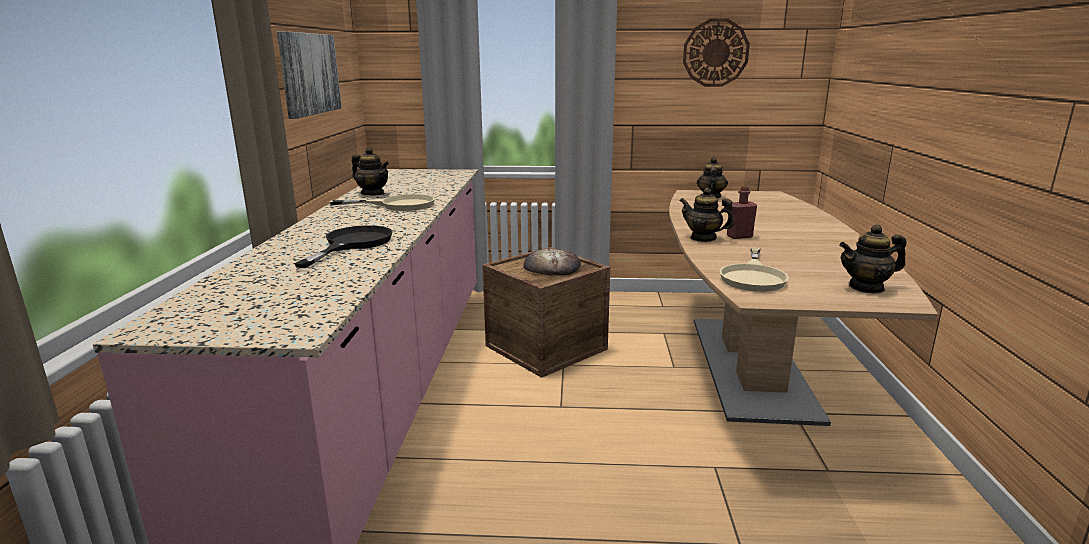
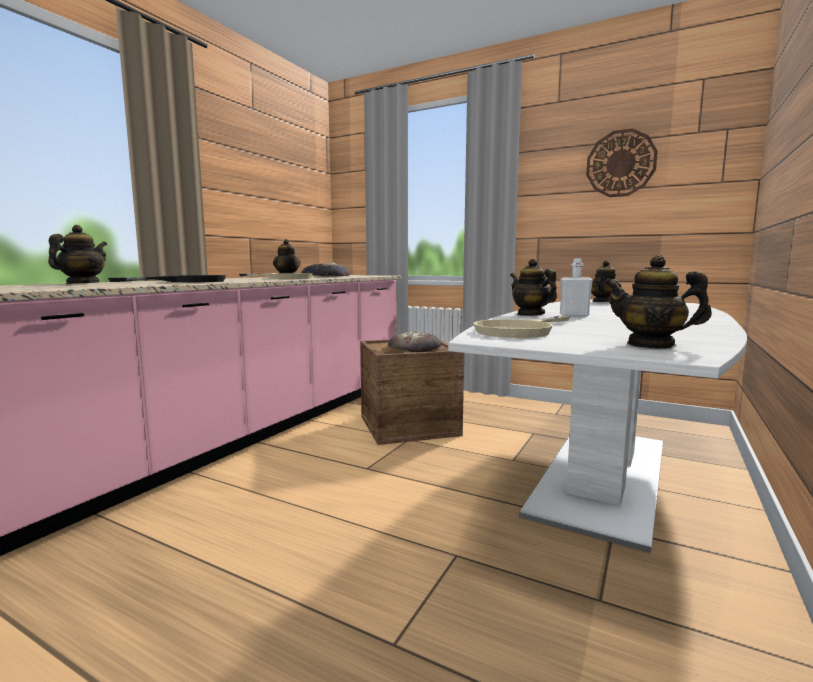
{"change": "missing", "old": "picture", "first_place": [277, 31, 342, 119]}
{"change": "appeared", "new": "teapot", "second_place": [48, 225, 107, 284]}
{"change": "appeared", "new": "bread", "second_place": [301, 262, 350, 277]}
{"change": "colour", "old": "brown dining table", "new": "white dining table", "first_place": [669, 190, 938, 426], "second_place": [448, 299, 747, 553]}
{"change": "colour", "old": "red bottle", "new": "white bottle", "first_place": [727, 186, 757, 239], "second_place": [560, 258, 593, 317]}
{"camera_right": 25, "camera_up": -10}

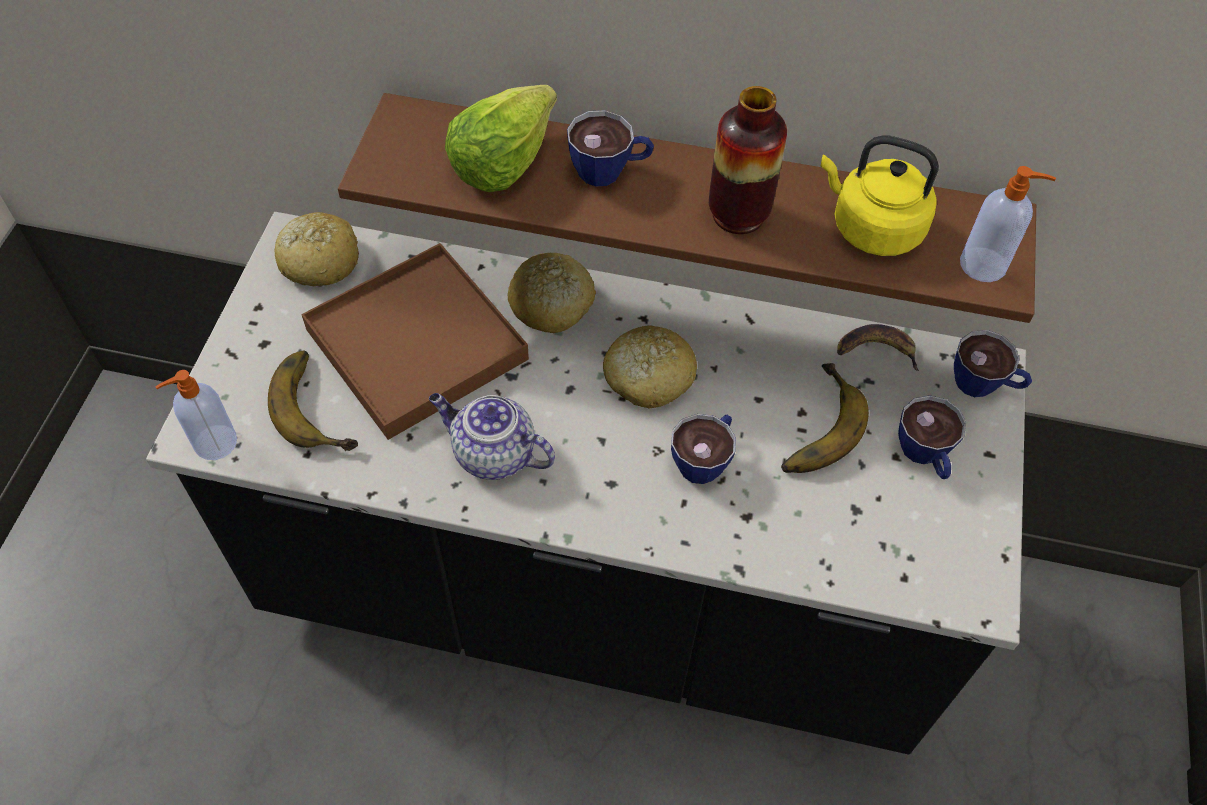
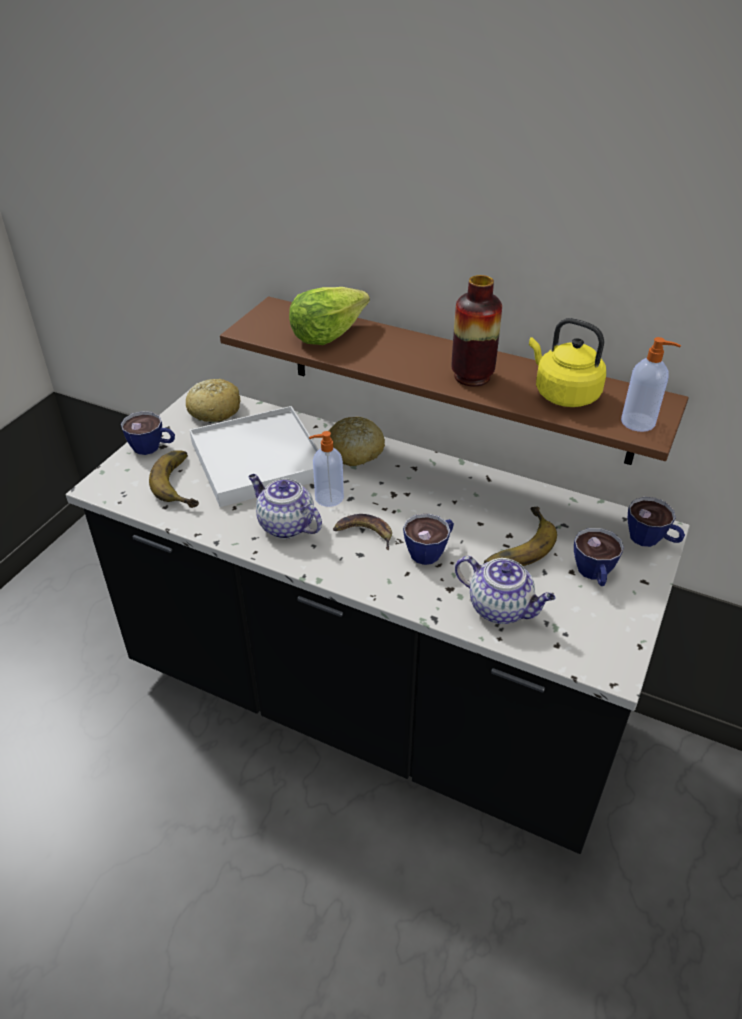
{"change": "missing", "old": "bread", "first_place": [603, 325, 697, 409]}
{"change": "appeared", "new": "teapot", "second_place": [455, 556, 555, 624]}
{"change": "relocated", "old": "soap dispenser", "first_place": [155, 370, 237, 460], "second_place": [309, 431, 344, 507]}
{"change": "relocated", "old": "cup", "first_place": [567, 110, 654, 186], "second_place": [121, 411, 175, 455]}
{"change": "relocated", "old": "banana", "first_place": [837, 324, 919, 371], "second_place": [333, 514, 392, 550]}
{"change": "colour", "old": "brown tray", "new": "white tray", "first_place": [301, 243, 529, 440], "second_place": [190, 406, 319, 507]}
{"camera_right": 15, "camera_up": -15}

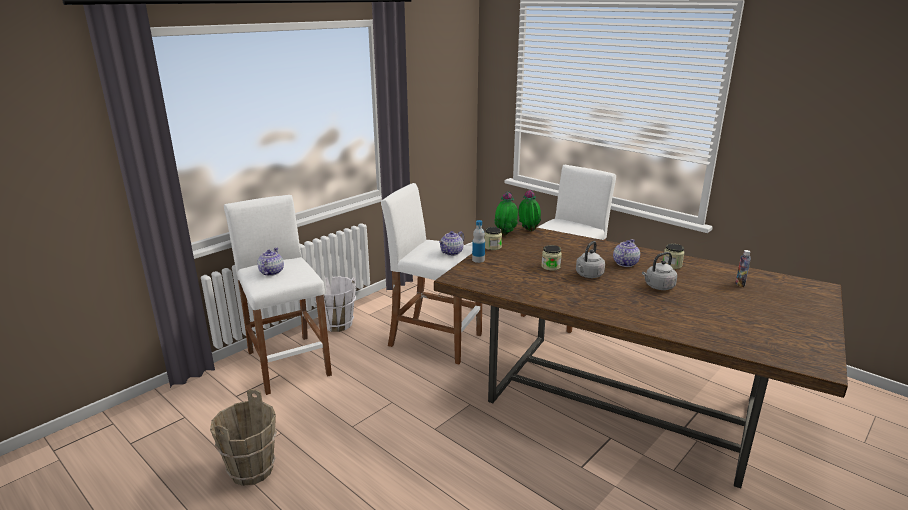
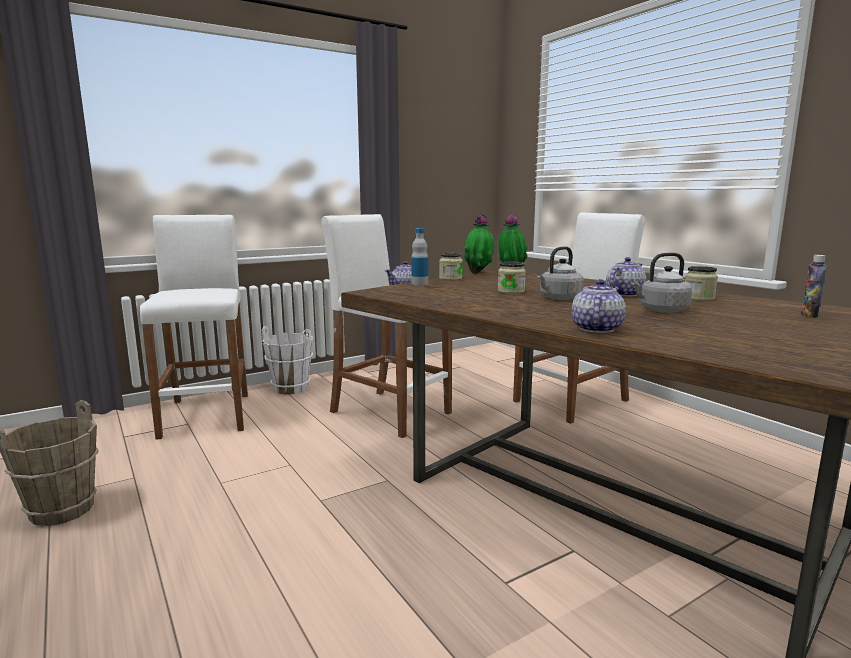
{"change": "relocated", "old": "teapot", "first_place": [257, 248, 284, 276], "second_place": [572, 279, 626, 333]}
{"camera_right": 15, "camera_up": -10}

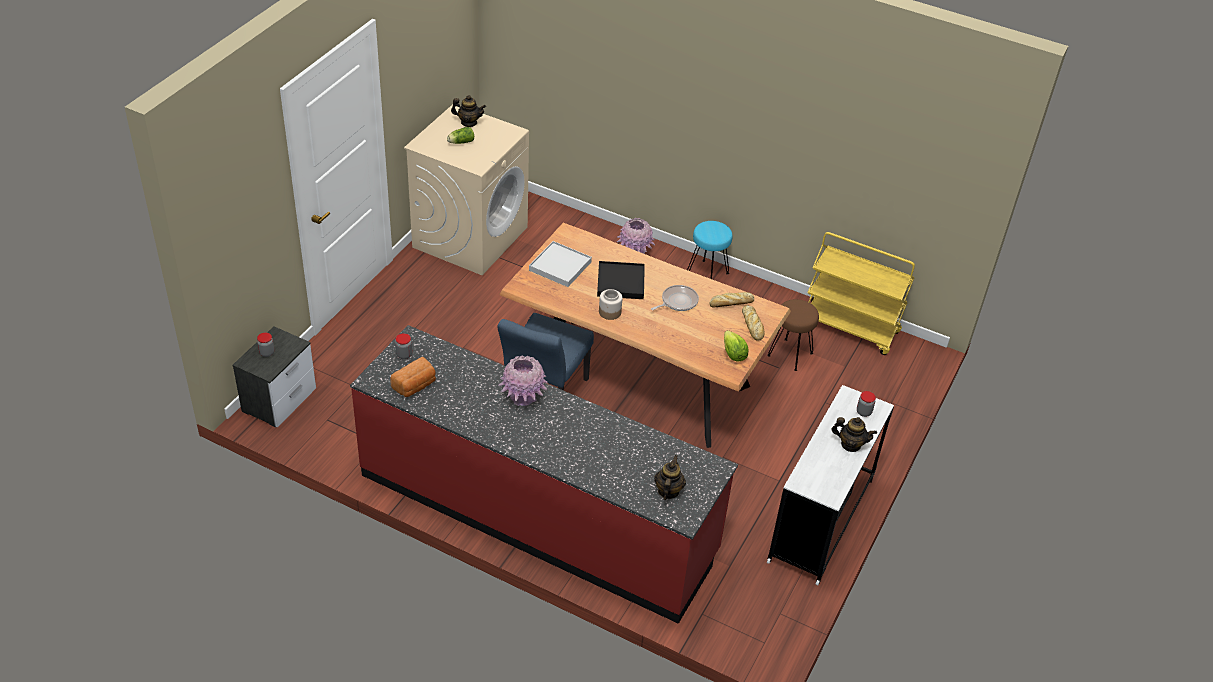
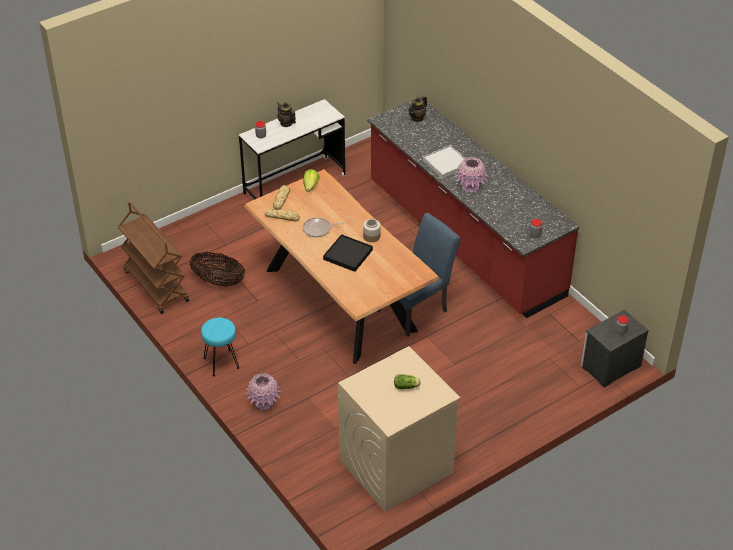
{"change": "missing", "old": "bread", "first_place": [390, 357, 436, 397]}
{"change": "missing", "old": "teapot", "first_place": [451, 95, 486, 127]}
{"change": "relocated", "old": "white tray", "first_place": [529, 241, 592, 287], "second_place": [423, 145, 466, 179]}
{"change": "exchanged", "old": "brown stool", "new": "basket", "first_place": [767, 299, 819, 371], "second_place": [189, 252, 245, 286]}
{"change": "colour", "old": "yellow cart", "new": "brown cart", "first_place": [807, 232, 915, 355], "second_place": [118, 202, 189, 314]}
{"camera_right": -150, "camera_up": 0}

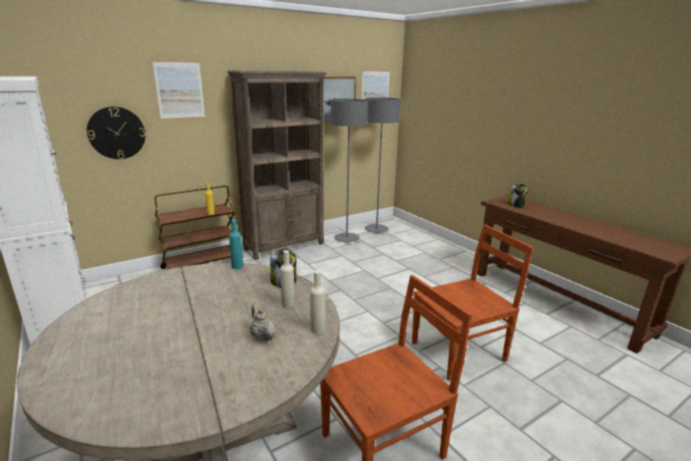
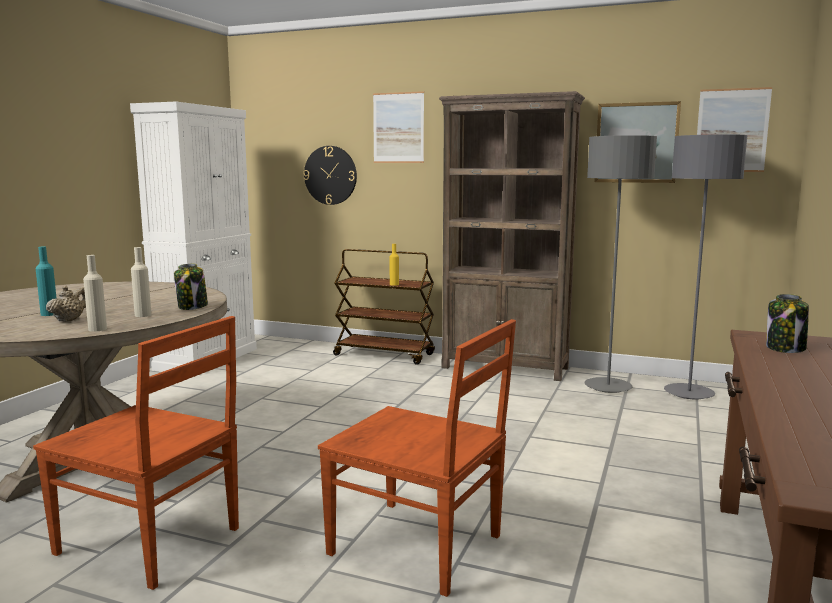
{"change": "relocated", "old": "turquoise bottle", "first_place": [229, 220, 243, 269], "second_place": [36, 246, 57, 316]}
{"camera_right": 55, "camera_up": -10}

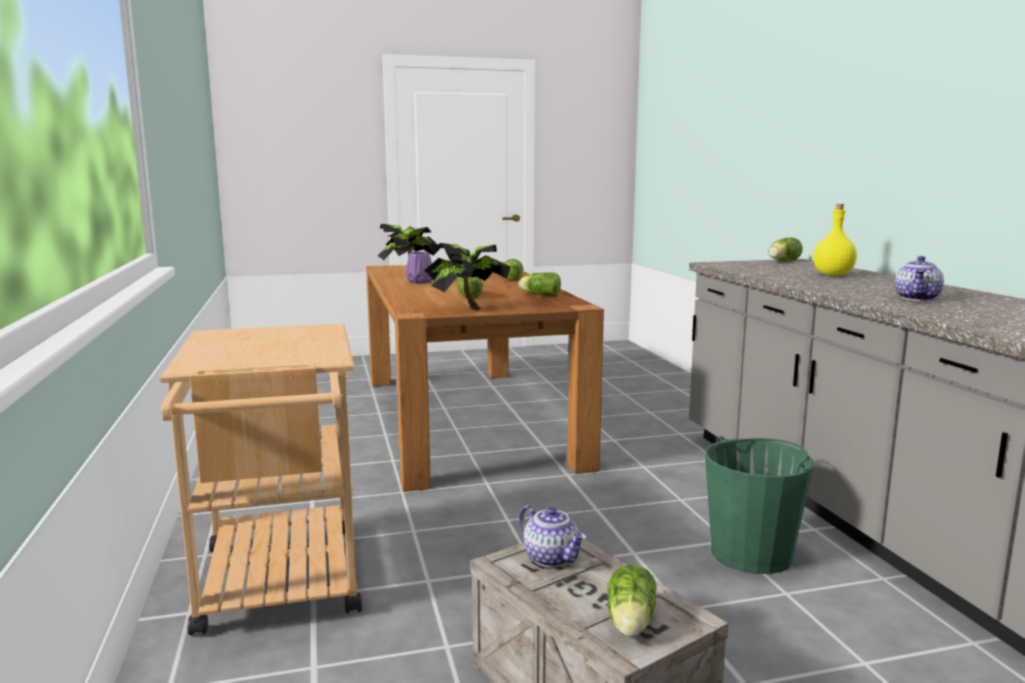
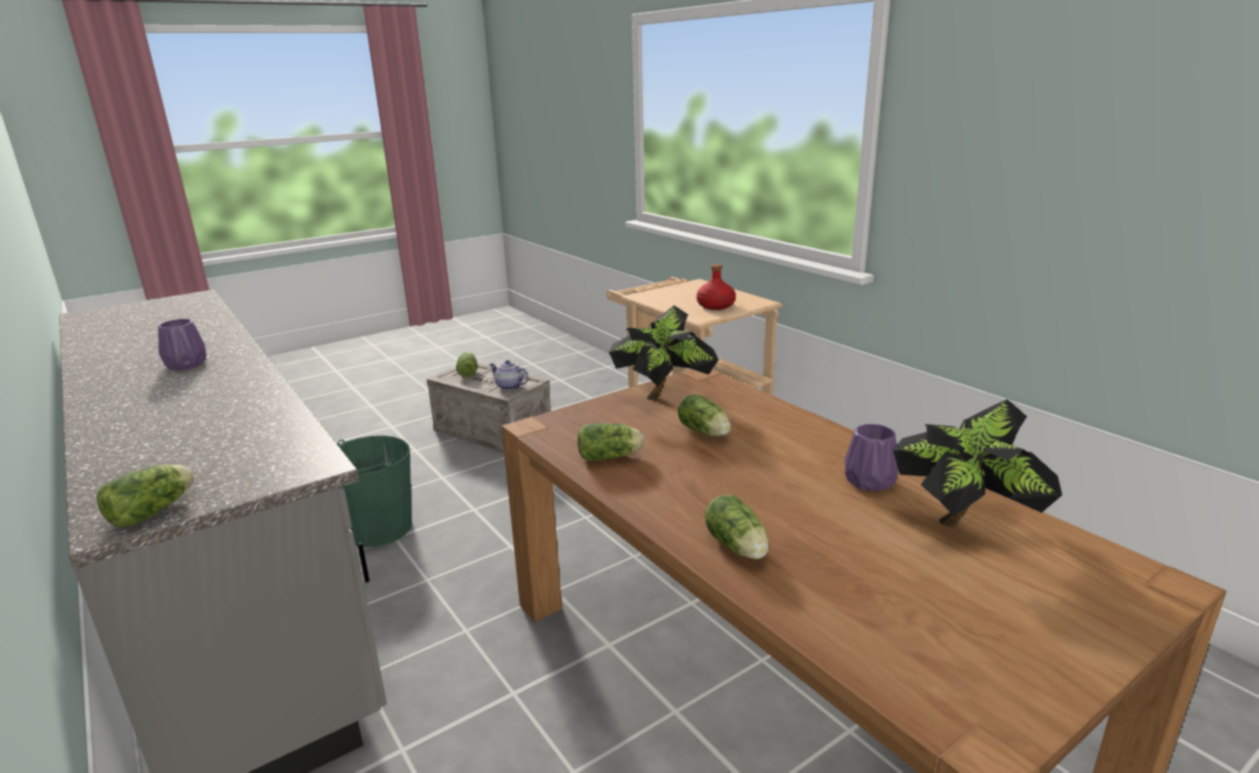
{"change": "missing", "old": "yellow bottle", "first_place": [813, 204, 857, 276]}
{"change": "appeared", "new": "red bottle", "second_place": [696, 264, 736, 310]}
{"change": "exchanged", "old": "teapot", "new": "purple vase", "first_place": [895, 256, 944, 301], "second_place": [158, 319, 206, 370]}
{"camera_right": 160, "camera_up": 10}

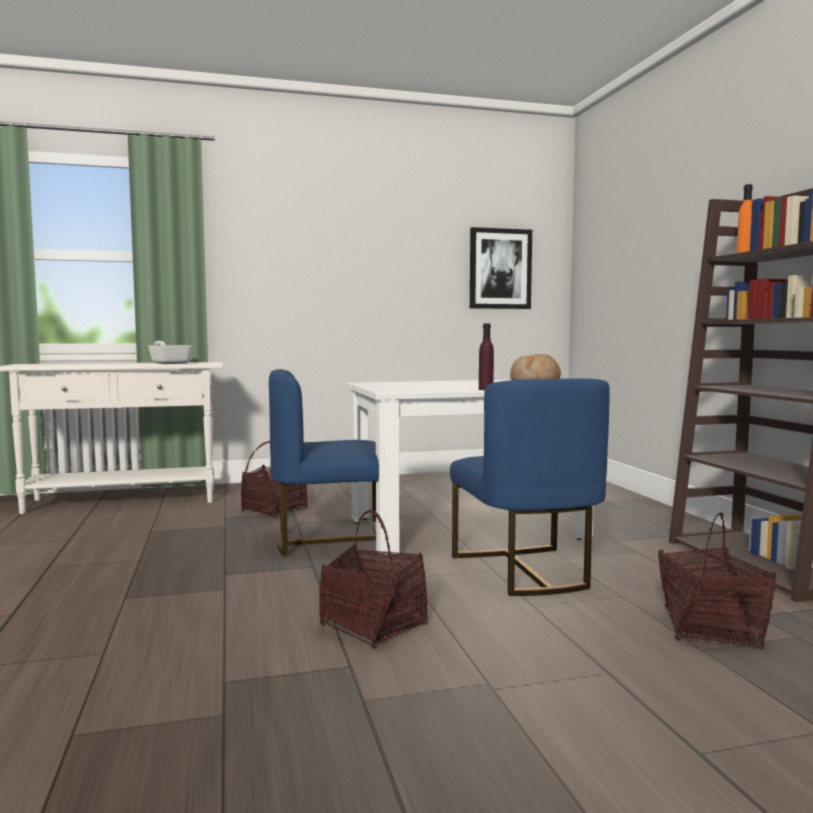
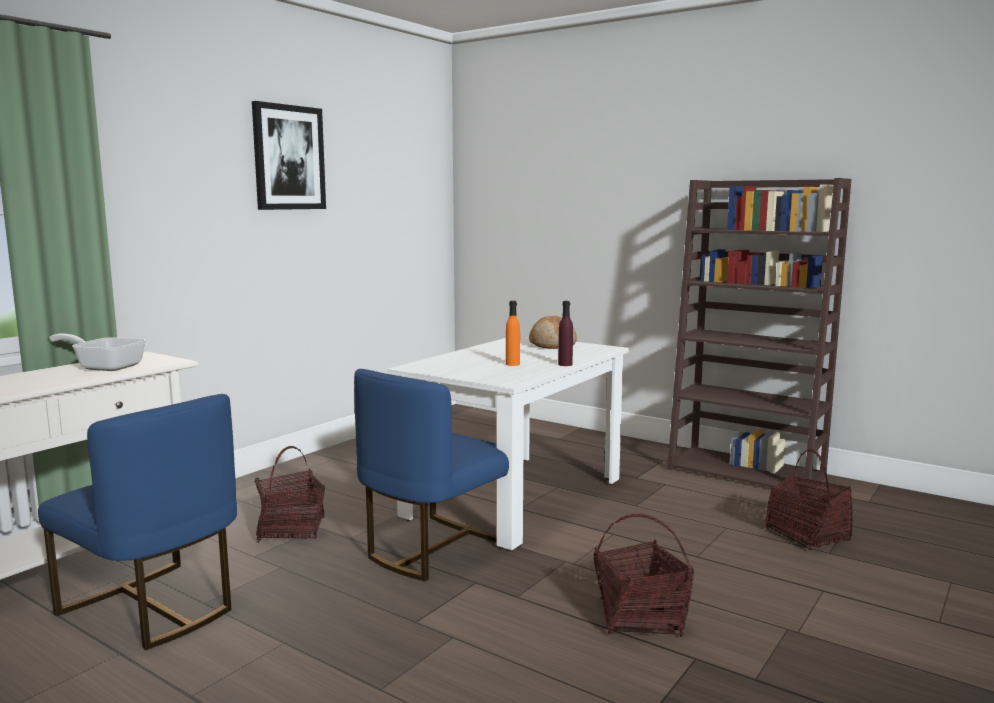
{"change": "relocated", "old": "blue chair", "first_place": [450, 378, 610, 596], "second_place": [38, 394, 237, 650]}
{"change": "relocated", "old": "picture", "first_place": [470, 227, 532, 309], "second_place": [252, 101, 326, 210]}
{"change": "relocated", "old": "orange bottle", "first_place": [736, 184, 753, 253], "second_place": [506, 301, 520, 366]}
{"camera_right": -40, "camera_up": 5}

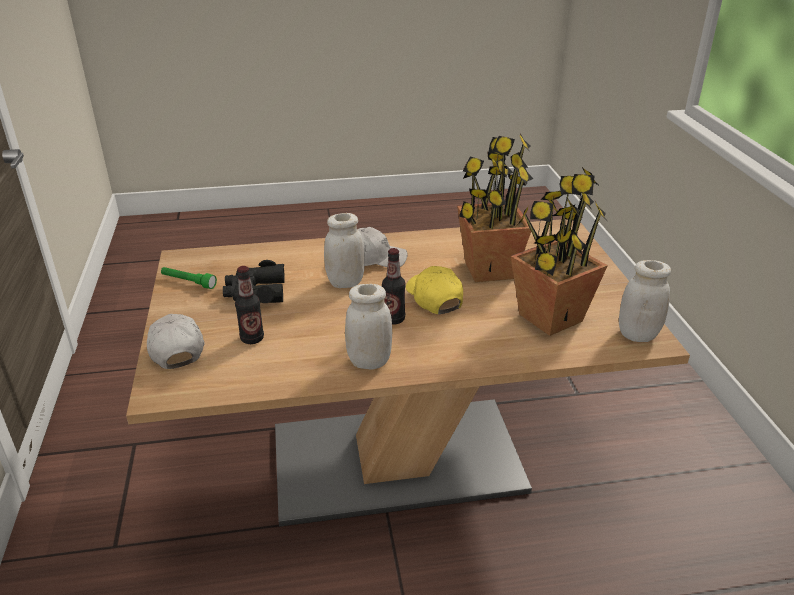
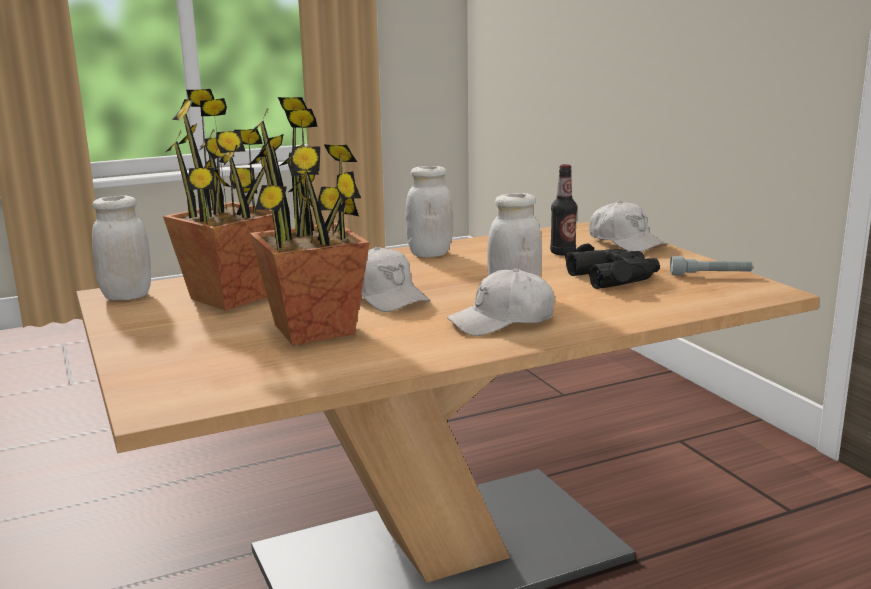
{"change": "missing", "old": "bottle", "first_place": [382, 248, 406, 325]}
{"change": "colour", "old": "green flashlight", "new": "grey flashlight", "first_place": [161, 267, 217, 289], "second_place": [670, 256, 752, 276]}
{"change": "colour", "old": "yellow cap", "new": "white cap", "first_place": [406, 266, 463, 314], "second_place": [361, 247, 430, 312]}
{"camera_right": 165, "camera_up": -15}

